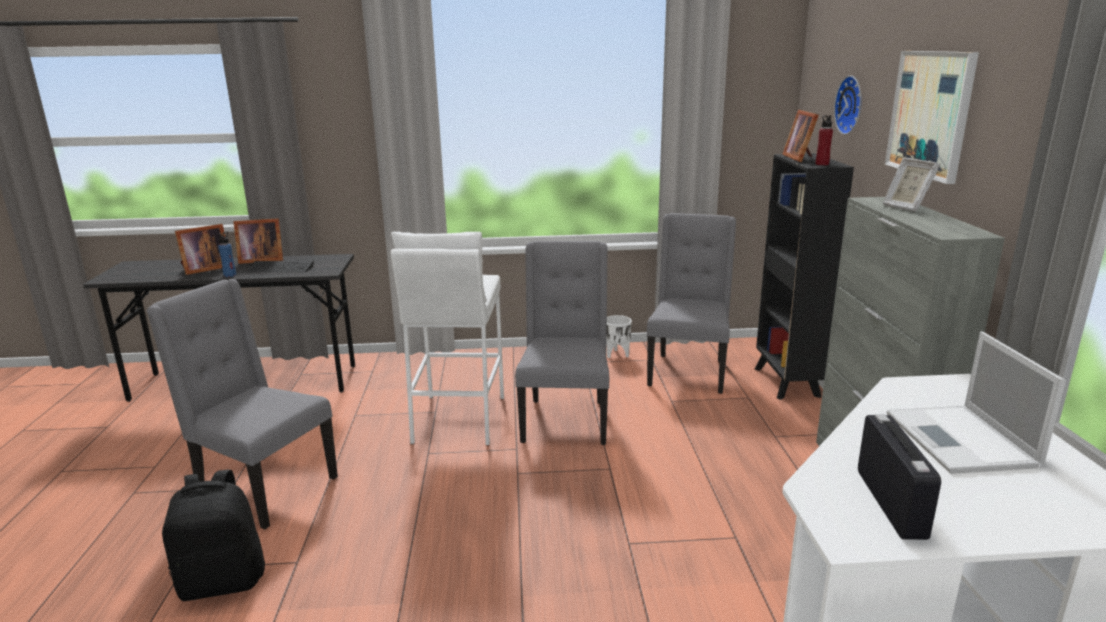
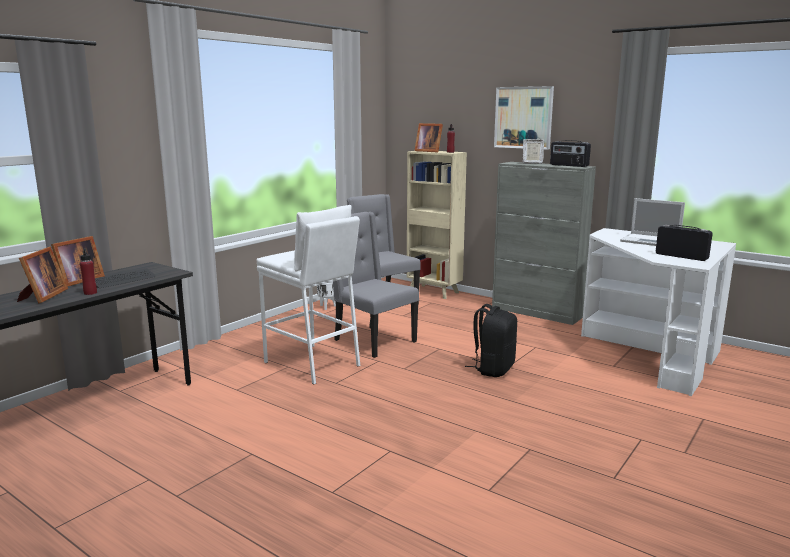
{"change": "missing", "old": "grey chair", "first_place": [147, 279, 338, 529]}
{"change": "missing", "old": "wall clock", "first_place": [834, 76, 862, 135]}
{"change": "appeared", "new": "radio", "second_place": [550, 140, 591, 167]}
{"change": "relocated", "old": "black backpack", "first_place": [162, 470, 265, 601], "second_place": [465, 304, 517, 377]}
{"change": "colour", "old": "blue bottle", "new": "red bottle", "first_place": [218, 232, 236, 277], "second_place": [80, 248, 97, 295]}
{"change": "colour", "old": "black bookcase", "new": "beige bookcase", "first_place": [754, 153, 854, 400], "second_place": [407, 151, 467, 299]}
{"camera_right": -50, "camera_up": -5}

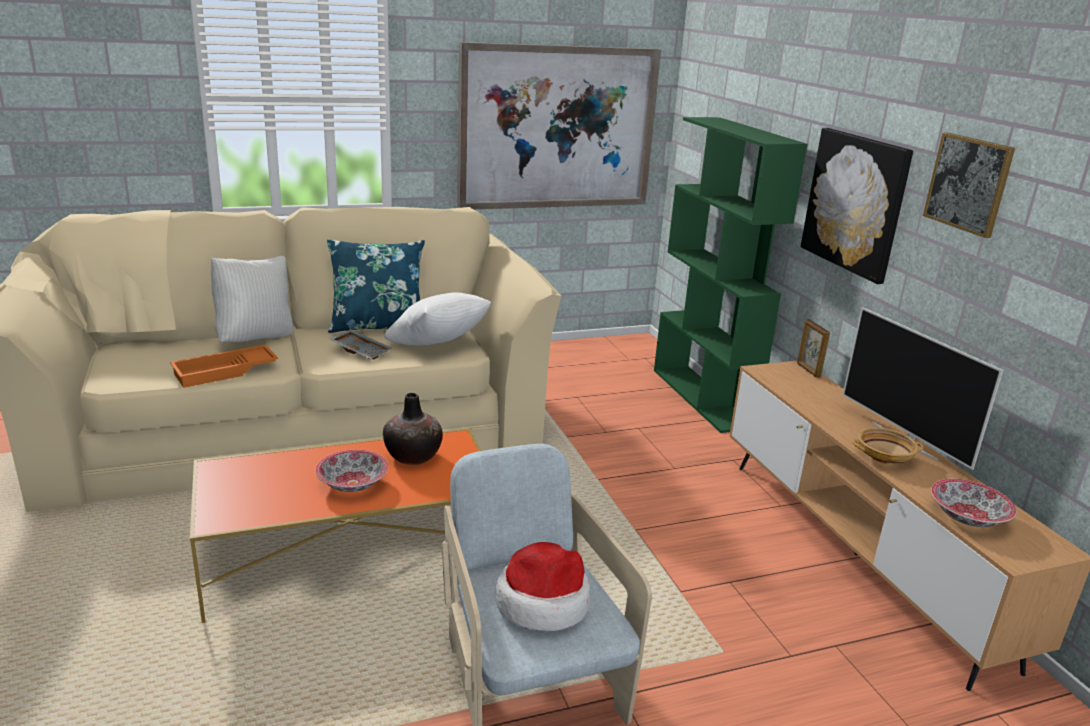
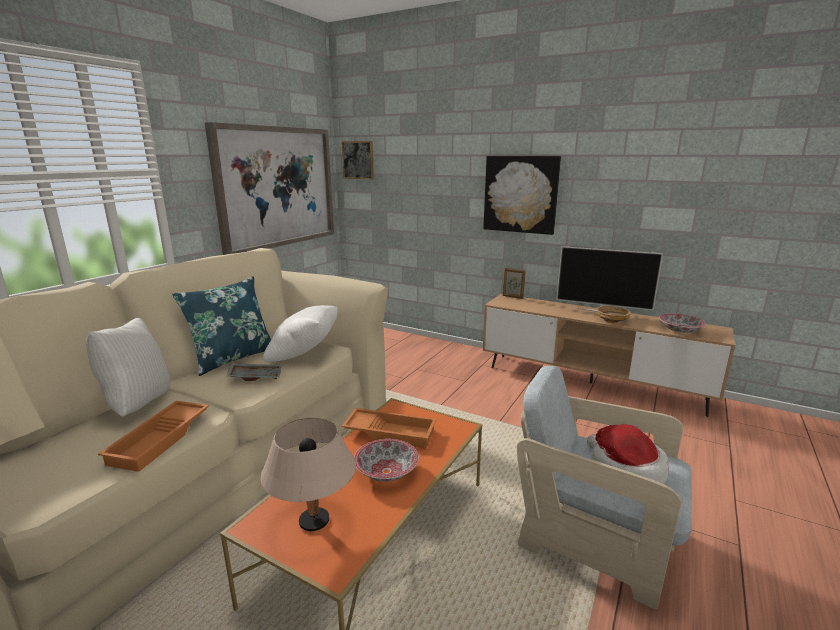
{"change": "missing", "old": "green bookcase", "first_place": [654, 117, 807, 433]}
{"change": "appeared", "new": "beige table lamp", "second_place": [261, 418, 356, 531]}
{"change": "relocated", "old": "picture", "first_place": [923, 132, 1015, 238], "second_place": [342, 141, 374, 179]}
{"change": "exchanged", "old": "vase", "new": "orange tray", "first_place": [383, 393, 443, 465], "second_place": [342, 408, 436, 448]}
{"camera_right": -40, "camera_up": -5}

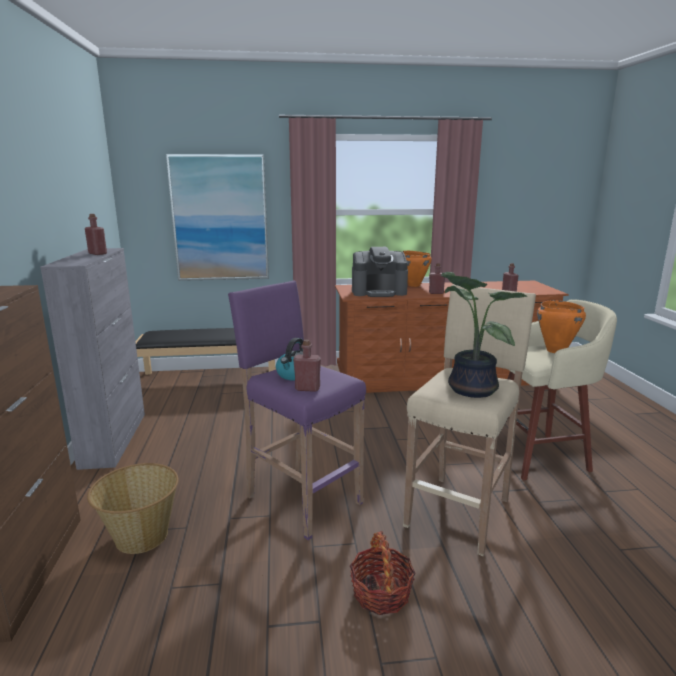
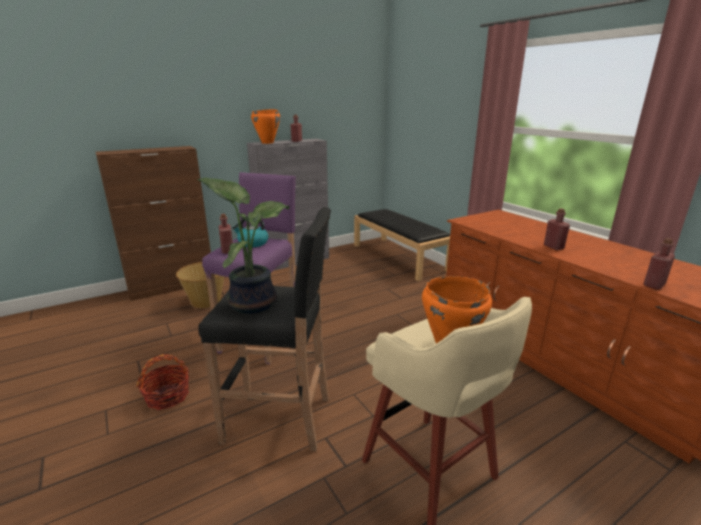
{"change": "missing", "old": "picture", "first_place": [166, 154, 269, 281]}
{"change": "missing", "old": "coffee machine", "first_place": [352, 247, 408, 297]}
{"change": "relocated", "old": "orange cooking pot", "first_place": [402, 251, 432, 287], "second_place": [251, 109, 280, 144]}
{"change": "colour", "old": "beige stool", "new": "black stool", "first_place": [403, 285, 536, 556], "second_place": [198, 207, 331, 451]}
{"camera_right": 65, "camera_up": 5}

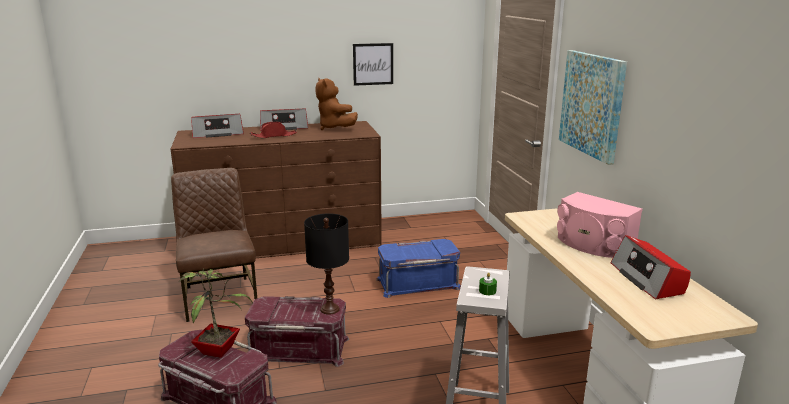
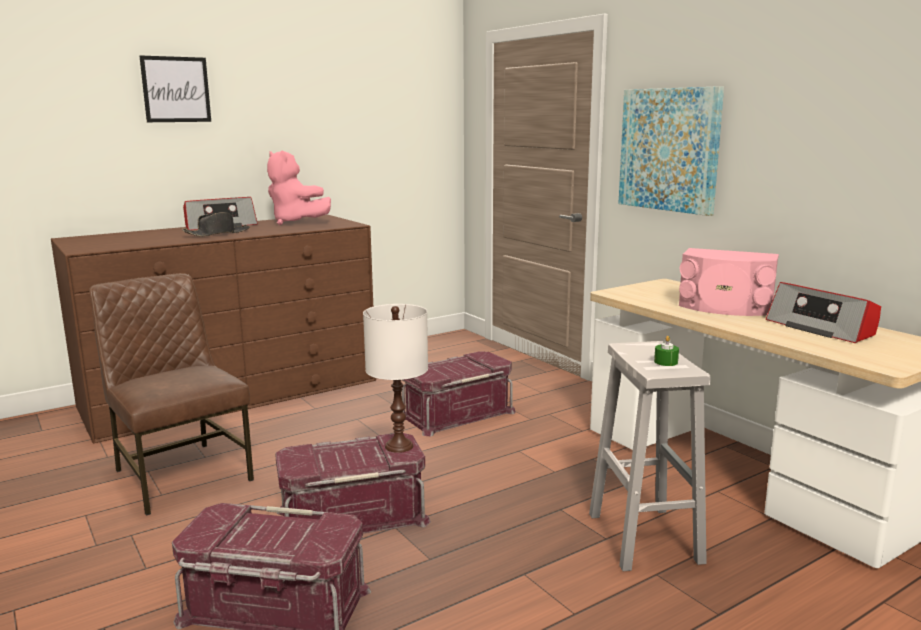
{"change": "missing", "old": "potted plant", "first_place": [178, 269, 253, 358]}
{"change": "missing", "old": "radio", "first_place": [191, 114, 244, 138]}
{"change": "relocated", "old": "picture", "first_place": [353, 43, 393, 86], "second_place": [139, 56, 211, 122]}
{"change": "colour", "old": "red hat", "new": "black hat", "first_place": [250, 122, 297, 138], "second_place": [182, 212, 250, 237]}
{"change": "colour", "old": "black table lamp", "new": "white table lamp", "first_place": [304, 214, 349, 314], "second_place": [363, 304, 428, 453]}
{"change": "colour", "old": "brown plush toy", "new": "pink plush toy", "first_place": [316, 78, 358, 130], "second_place": [267, 151, 331, 225]}
{"change": "colour", "old": "blue storage box", "new": "red storage box", "first_place": [376, 239, 461, 298], "second_place": [402, 351, 516, 436]}
{"camera_right": -20, "camera_up": -5}

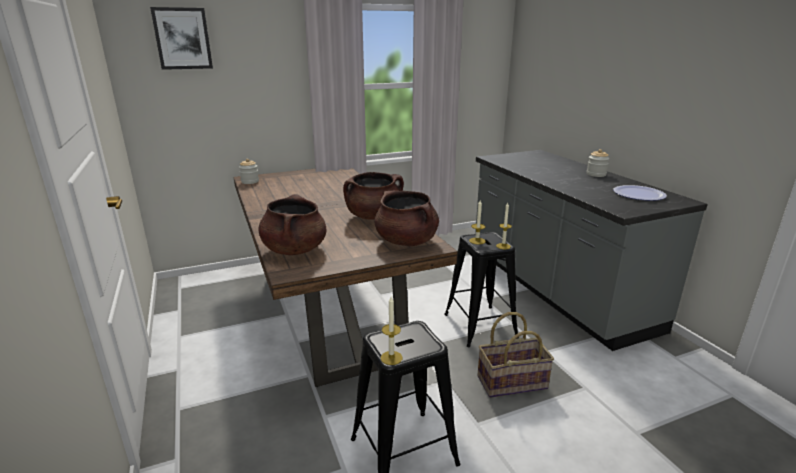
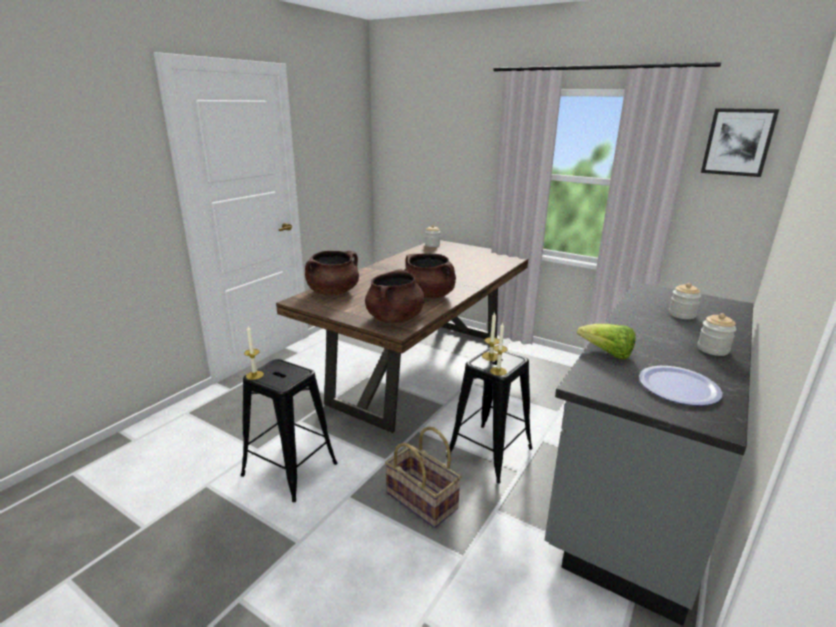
{"change": "appeared", "new": "lettuce", "second_place": [577, 324, 636, 360]}
{"change": "appeared", "new": "jar", "second_place": [669, 283, 701, 319]}
{"change": "relocated", "old": "picture", "first_place": [150, 7, 213, 70], "second_place": [701, 108, 779, 177]}
{"camera_right": 55, "camera_up": 0}

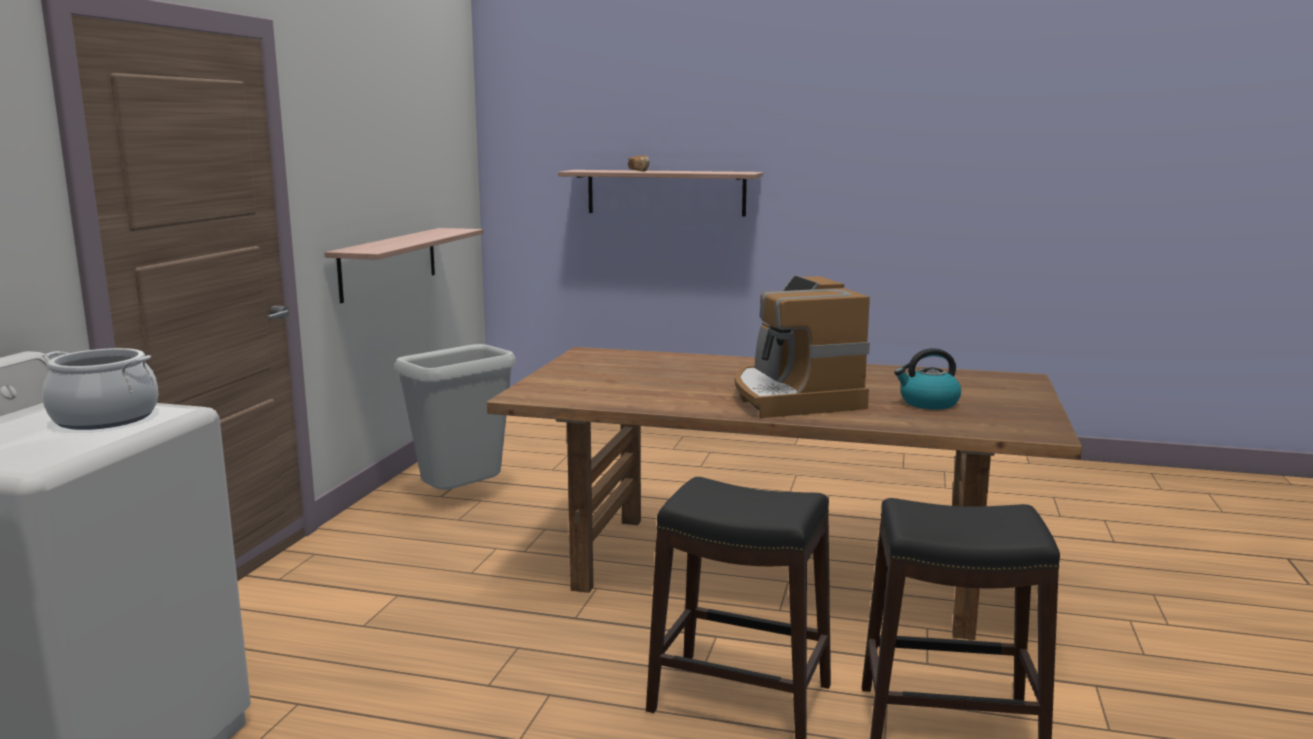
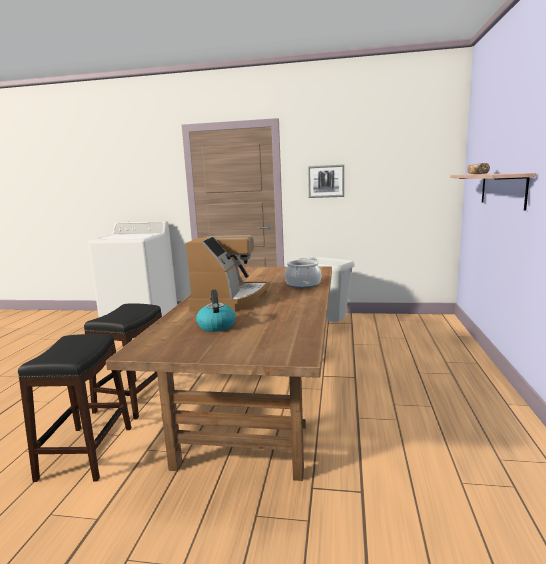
{"change": "missing", "old": "shelf", "first_place": [325, 228, 483, 303]}
{"change": "appeared", "new": "picture", "second_place": [308, 165, 344, 198]}
{"change": "relocated", "old": "cooking pot", "first_place": [42, 348, 158, 430], "second_place": [285, 258, 321, 288]}
{"change": "spun", "old": "coffee machine", "first_place": [735, 275, 870, 418], "second_place": [186, 235, 270, 312], "degrees": 120}
{"camera_right": 85, "camera_up": 0}

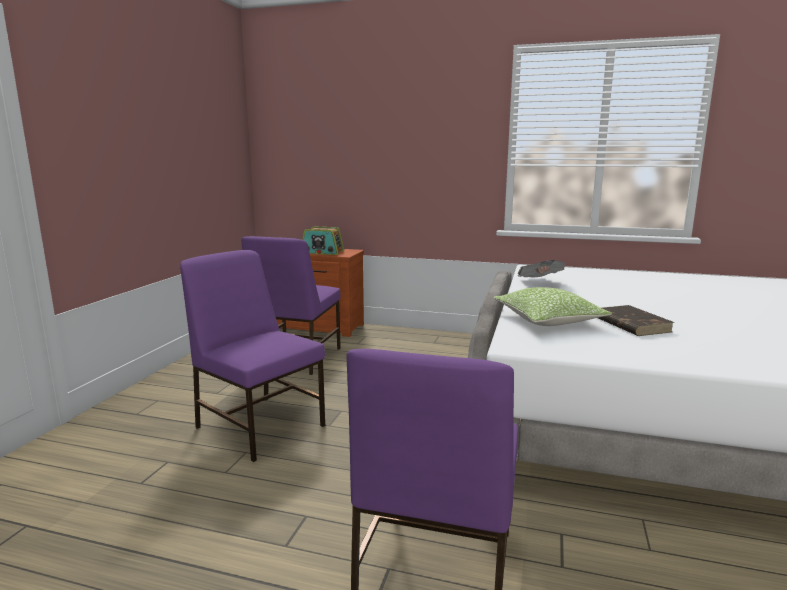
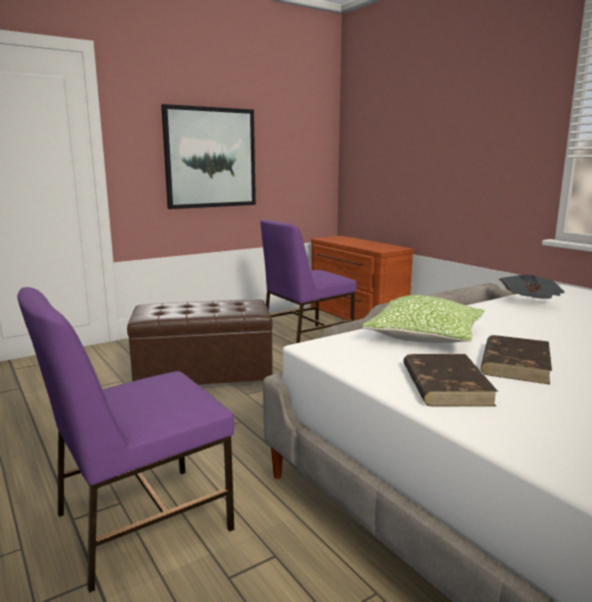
{"change": "missing", "old": "radio", "first_place": [303, 227, 344, 255]}
{"change": "appeared", "new": "picture", "second_place": [161, 104, 256, 209]}
{"change": "appeared", "new": "brown book", "second_place": [403, 354, 498, 407]}
{"change": "exchanged", "old": "purple chair", "new": "brown ottoman", "first_place": [180, 250, 325, 462], "second_place": [127, 299, 273, 385]}
{"camera_right": 40, "camera_up": 0}

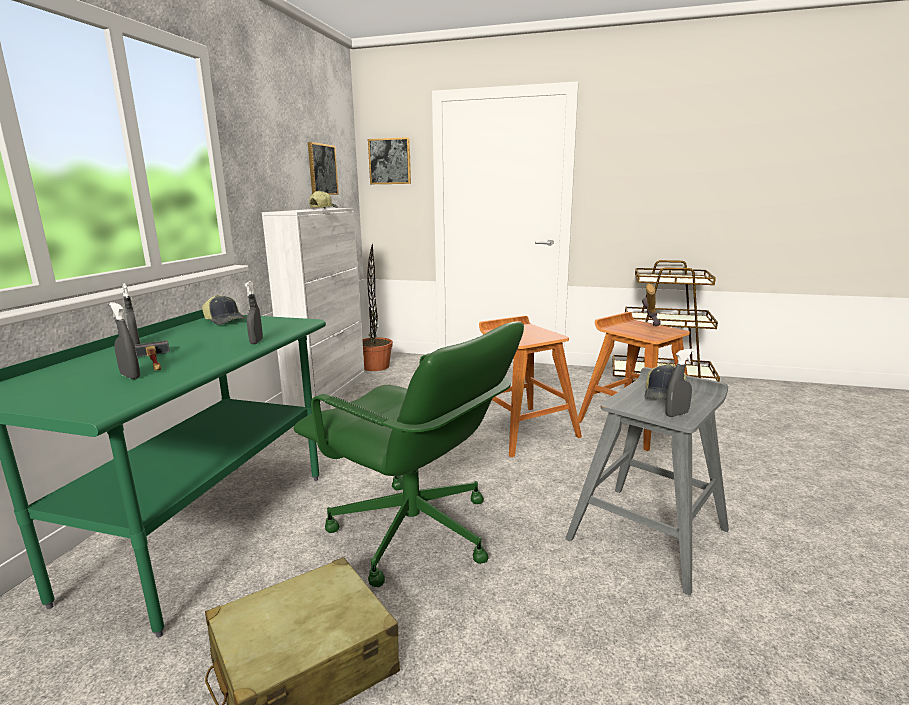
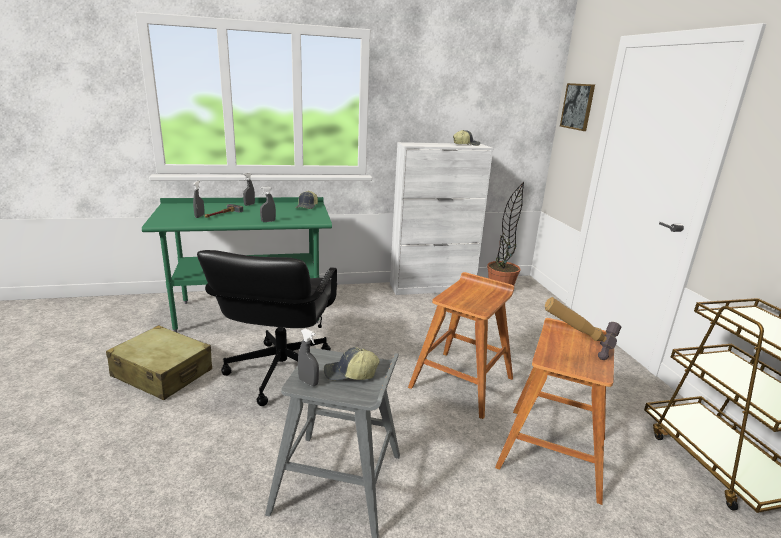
{"change": "missing", "old": "picture", "first_place": [308, 142, 339, 195]}
{"change": "colour", "old": "green office chair", "new": "black office chair", "first_place": [293, 322, 524, 587], "second_place": [197, 250, 337, 406]}
{"camera_right": 60, "camera_up": 5}

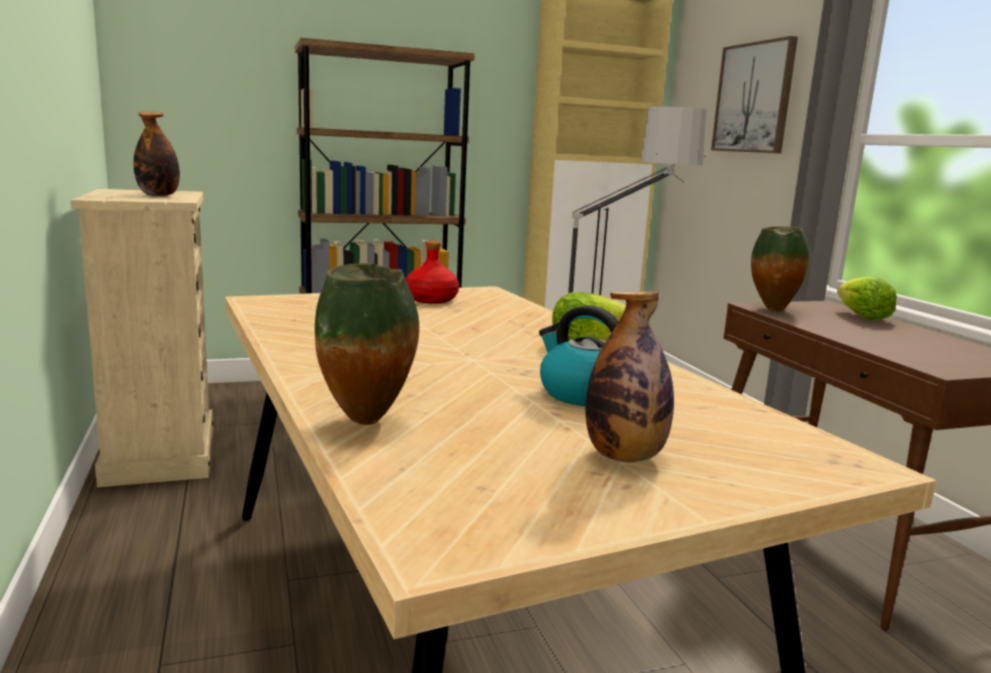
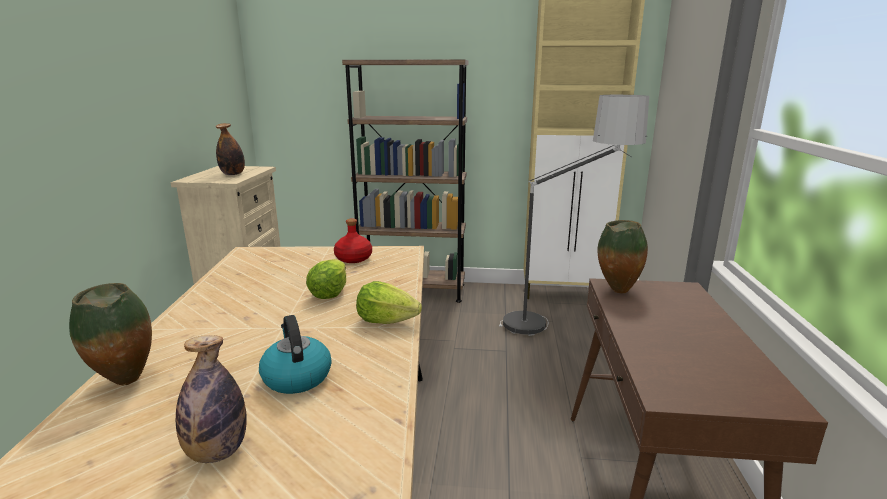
{"change": "missing", "old": "picture", "first_place": [711, 36, 798, 153]}
{"change": "relocated", "old": "lettuce", "first_place": [837, 277, 897, 321], "second_place": [306, 259, 346, 299]}
{"camera_right": 25, "camera_up": 5}

